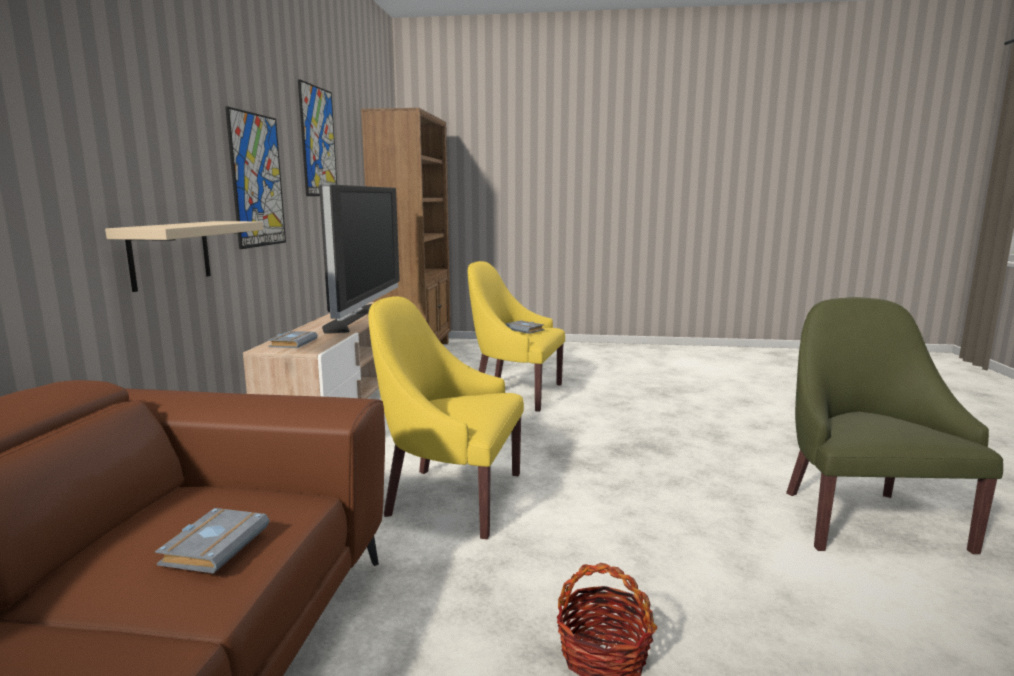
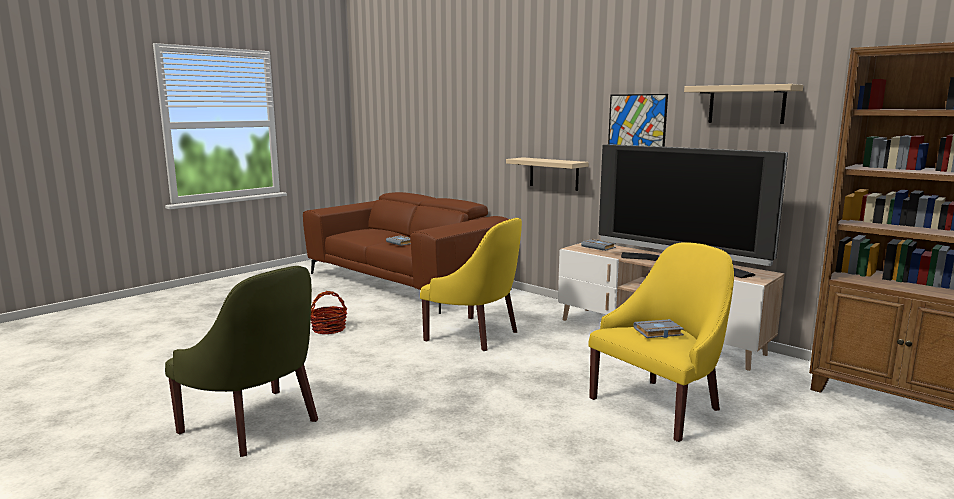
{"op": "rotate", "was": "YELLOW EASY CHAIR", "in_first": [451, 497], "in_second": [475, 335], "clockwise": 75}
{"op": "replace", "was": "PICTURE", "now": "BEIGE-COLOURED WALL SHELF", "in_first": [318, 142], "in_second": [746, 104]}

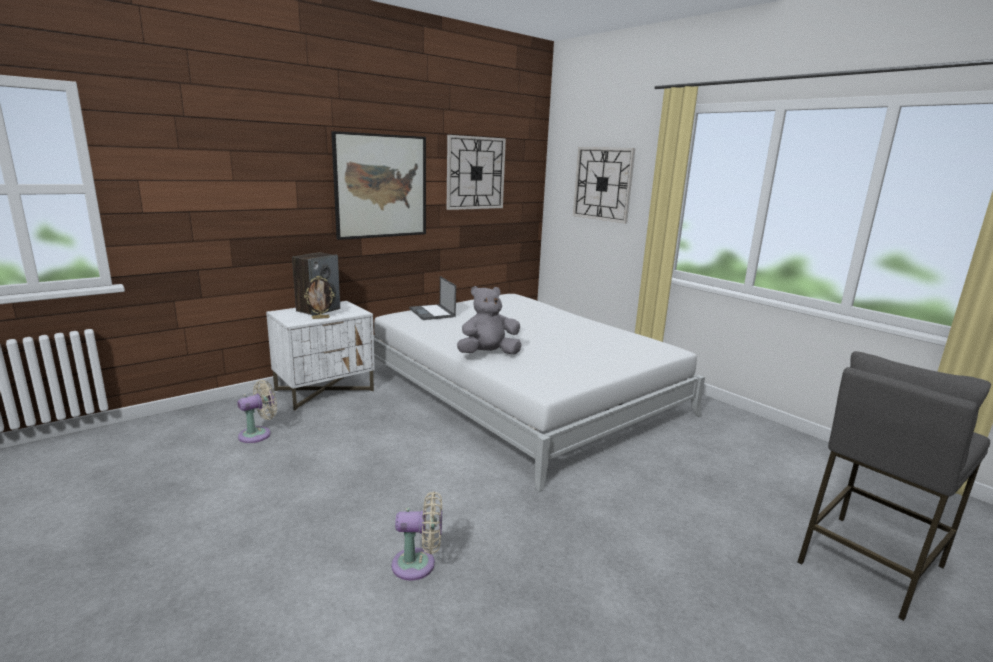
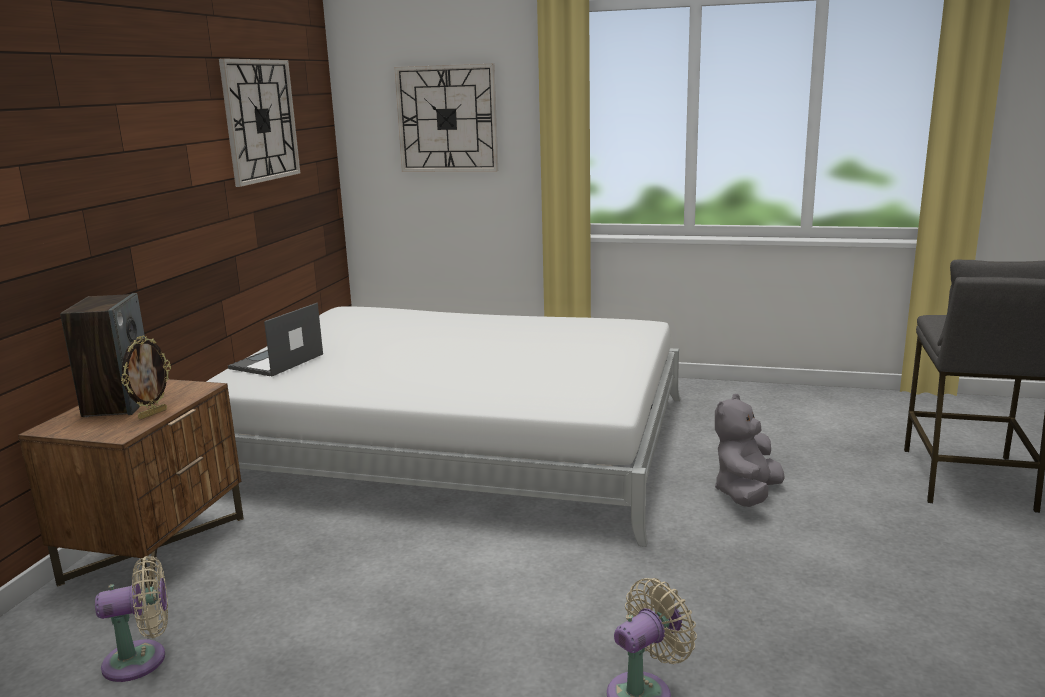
{"op": "recolor", "was": "WHITE NIGHTSTAND", "now": "BROWN NIGHTSTAND", "in_first": [325, 391], "in_second": [156, 549]}
{"op": "rotate", "was": "BEIGE-COLOURED ELECTRIC FAN", "in_first": [258, 434], "in_second": [141, 660], "clockwise": 60}
{"op": "rotate", "was": "NOTEBOOK COMPUTER", "in_first": [432, 313], "in_second": [276, 362], "clockwise": 90}
{"op": "move", "was": "GREYISH PLUSH TOY", "in_first": [488, 354], "in_second": [746, 495]}
{"op": "delete", "was": "PICTURE", "in_first": [381, 186]}

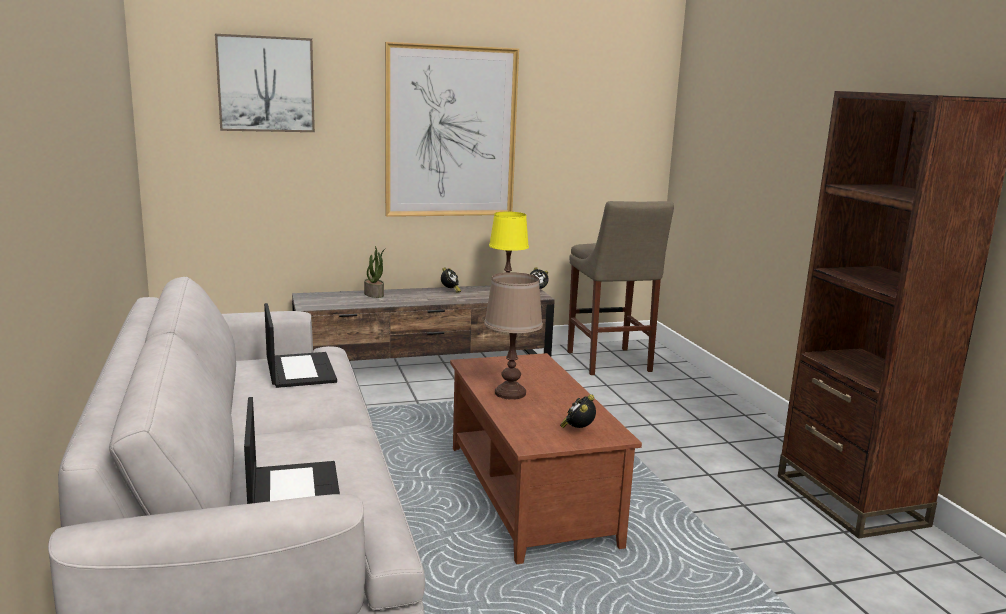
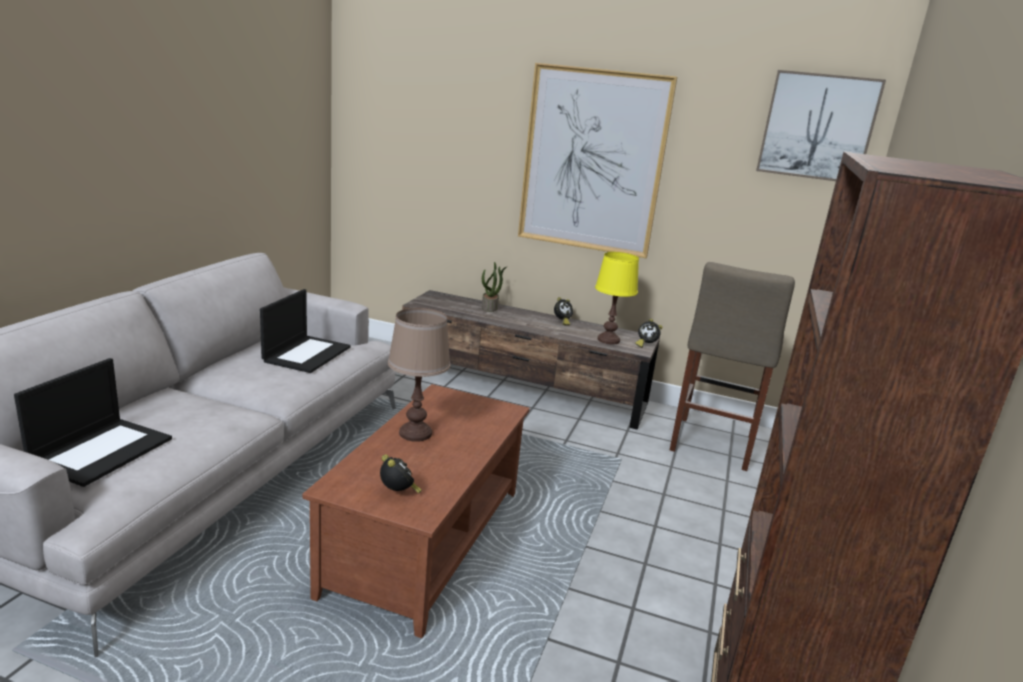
{"op": "rotate", "was": "ALARM CLOCK", "in_first": [578, 430], "in_second": [398, 493], "clockwise": 90}
{"op": "move", "was": "PICTURE", "in_first": [266, 84], "in_second": [817, 127]}

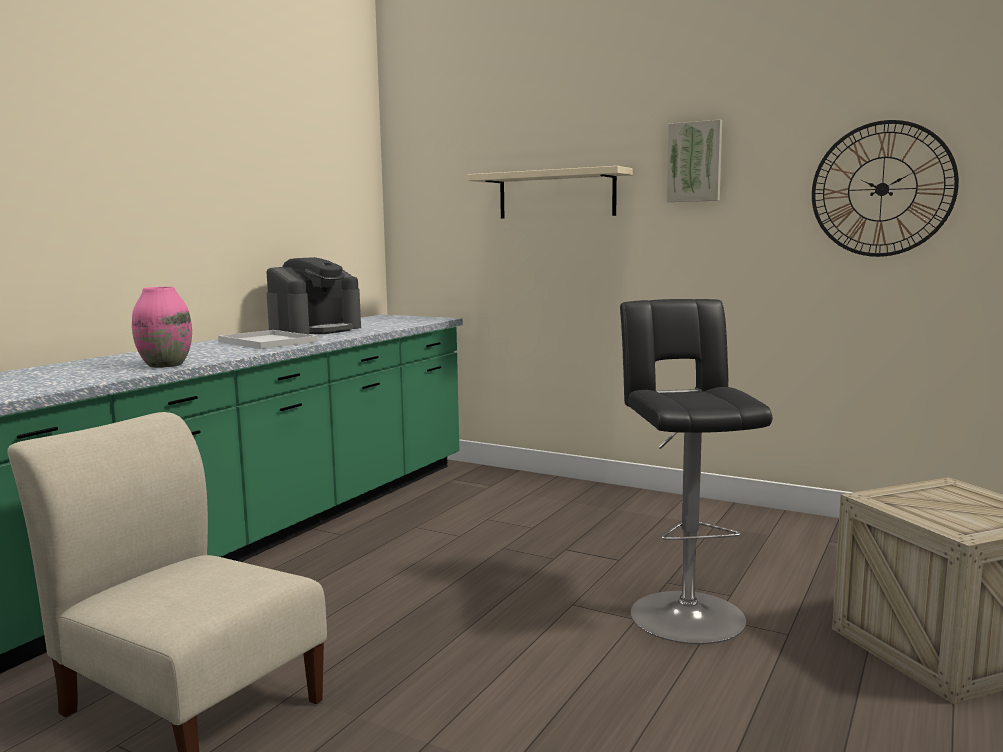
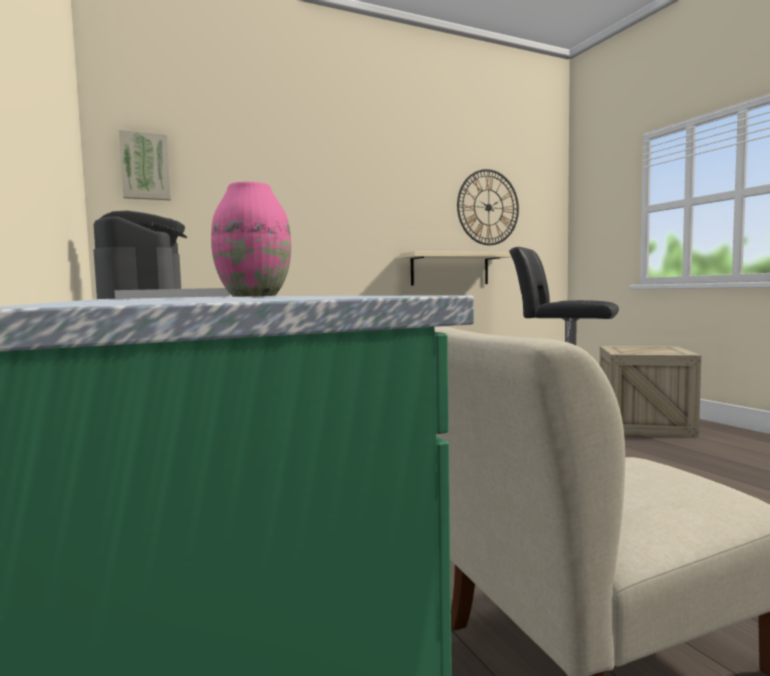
{"op": "move", "was": "PICTURE", "in_first": [695, 162], "in_second": [145, 166]}
{"op": "move", "was": "BEIGE-COLOURED WALL SHELF", "in_first": [556, 194], "in_second": [450, 269]}

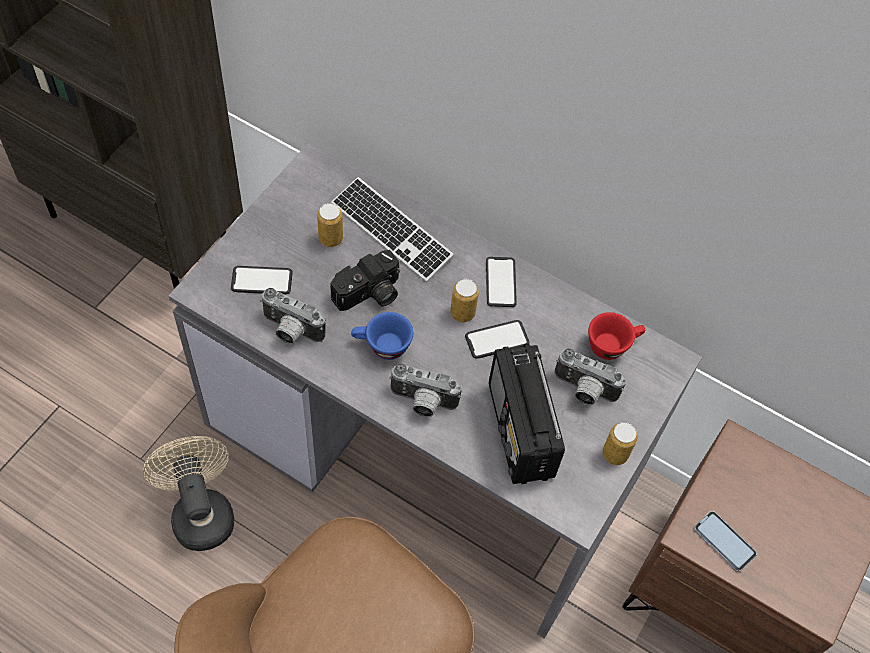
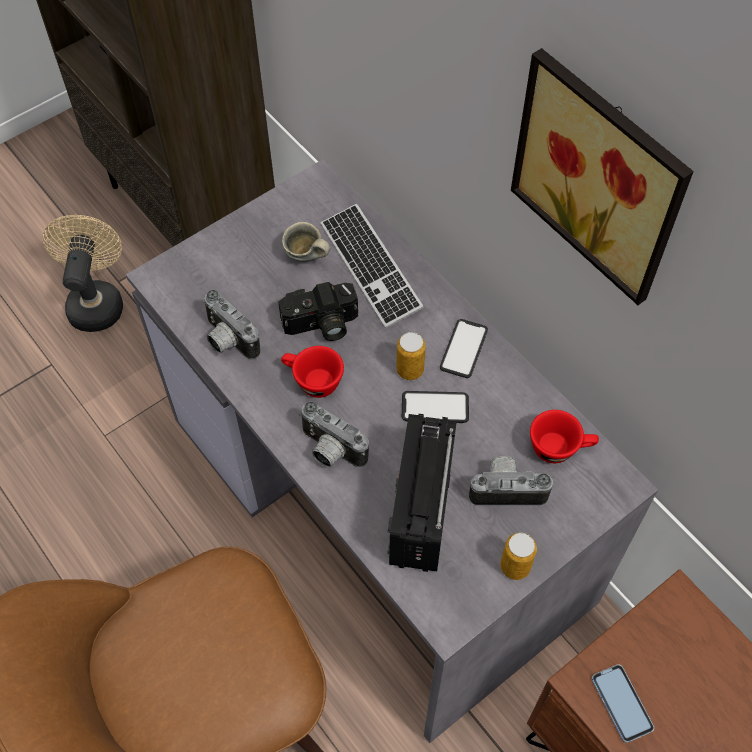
{"op": "move", "was": "BEIGE-COLOURED ELECTRIC FAN", "in_first": [200, 512], "in_second": [96, 301]}
{"op": "recolor", "was": "BLUISH DRINKING CUP", "now": "RED-COLOURED DRINKING CUP", "in_first": [381, 346], "in_second": [312, 381]}
{"op": "replace", "was": "SEALED CAN", "now": "GREYISH TEA MUG", "in_first": [330, 238], "in_second": [306, 259]}
{"op": "rotate", "was": "STILL CAMERA", "in_first": [583, 391], "in_second": [507, 488], "clockwise": 135}
{"op": "insert", "now": "PICTURE", "in_second": [602, 174]}
{"op": "delete", "was": "HANDSET", "in_first": [262, 281]}

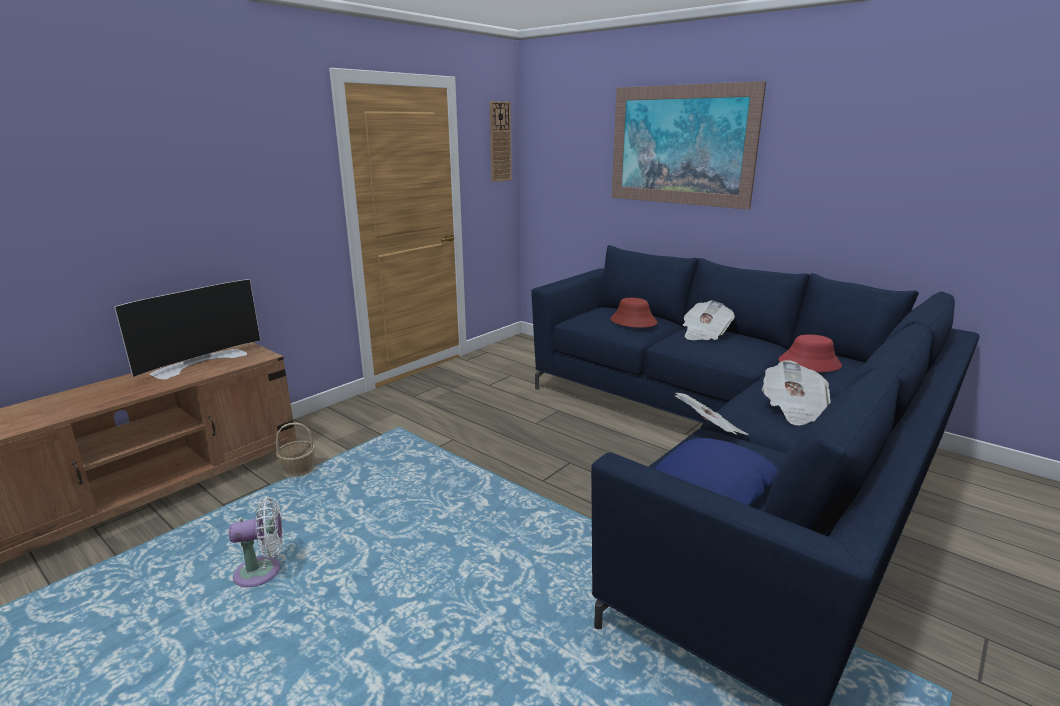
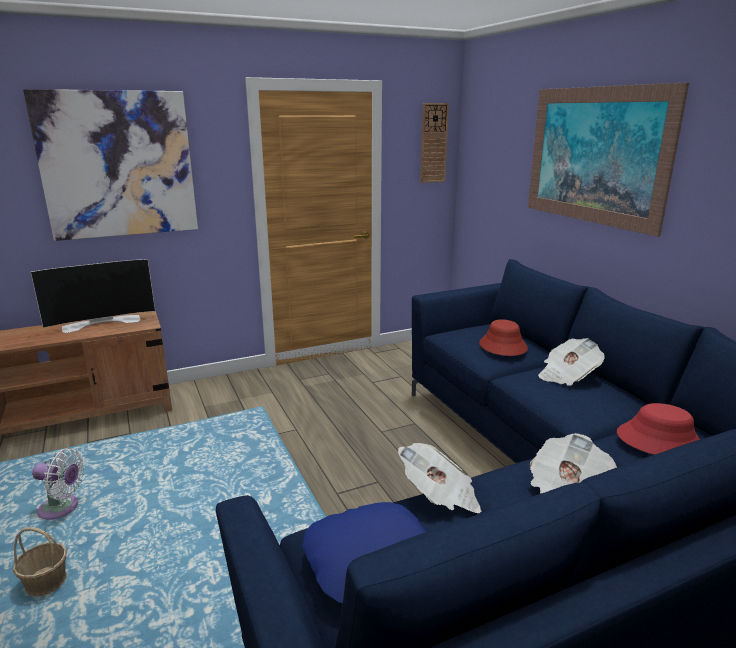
{"op": "move", "was": "STORAGE BASKET", "in_first": [298, 470], "in_second": [46, 582]}
{"op": "insert", "now": "PICTURE", "in_second": [118, 165]}

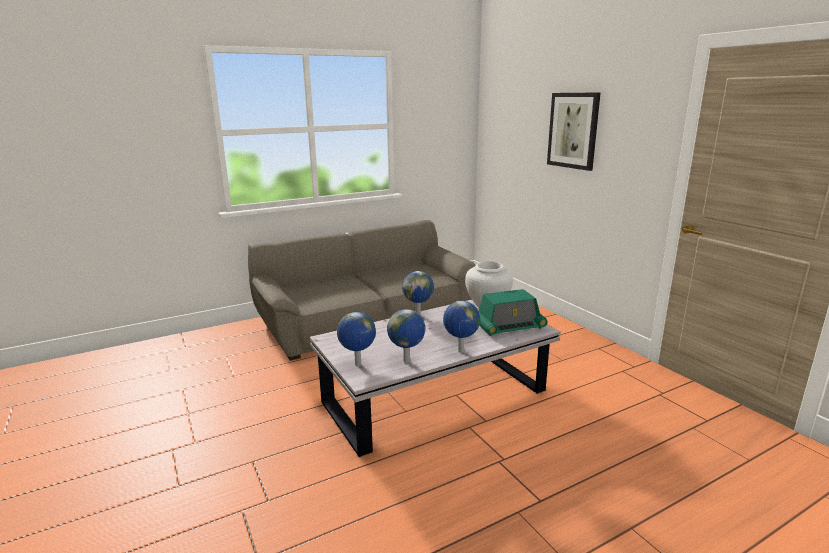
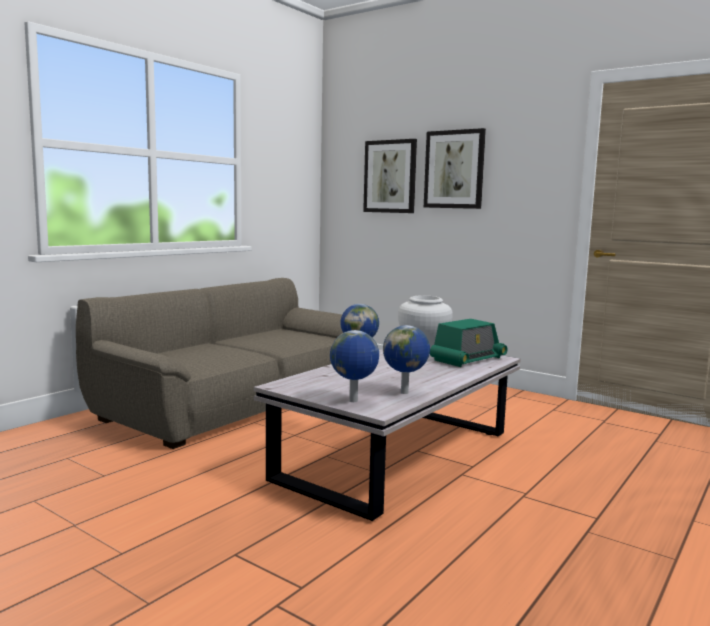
{"op": "insert", "now": "PICTURE", "in_second": [390, 176]}
{"op": "delete", "was": "DESK GLOBE", "in_first": [460, 351]}

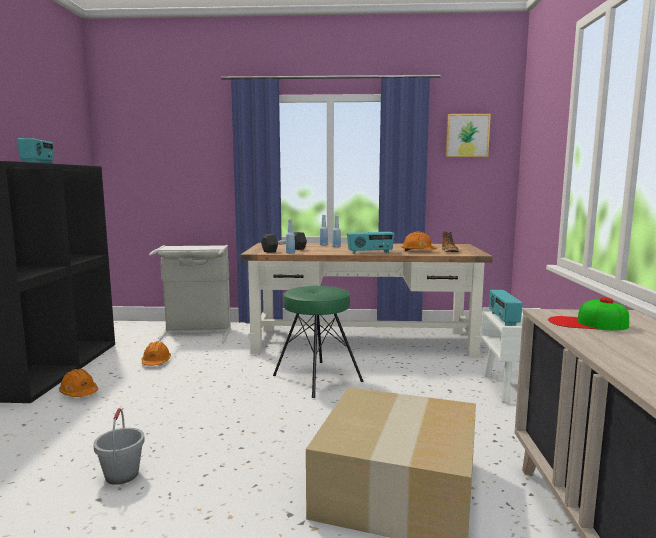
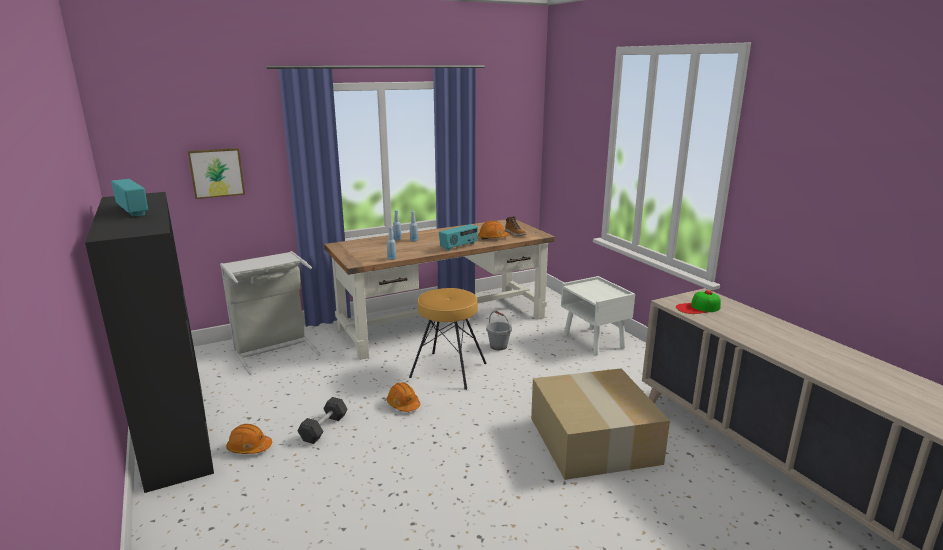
{"op": "move", "was": "PICTURE", "in_first": [467, 135], "in_second": [216, 172]}
{"op": "move", "was": "GREYISH HAND WEIGHT", "in_first": [284, 250], "in_second": [324, 428]}
{"op": "move", "was": "ORANGE-COLOURED HARD HAT", "in_first": [156, 362], "in_second": [403, 404]}
{"op": "recolor", "was": "GREEN-COLOURED STOOL SEAT", "now": "BROWN STOOL SEAT", "in_first": [317, 378], "in_second": [448, 370]}
{"op": "move", "was": "GREYISH WATER BUCKET", "in_first": [121, 475], "in_second": [498, 346]}
{"op": "delete", "was": "RADIO", "in_first": [503, 319]}

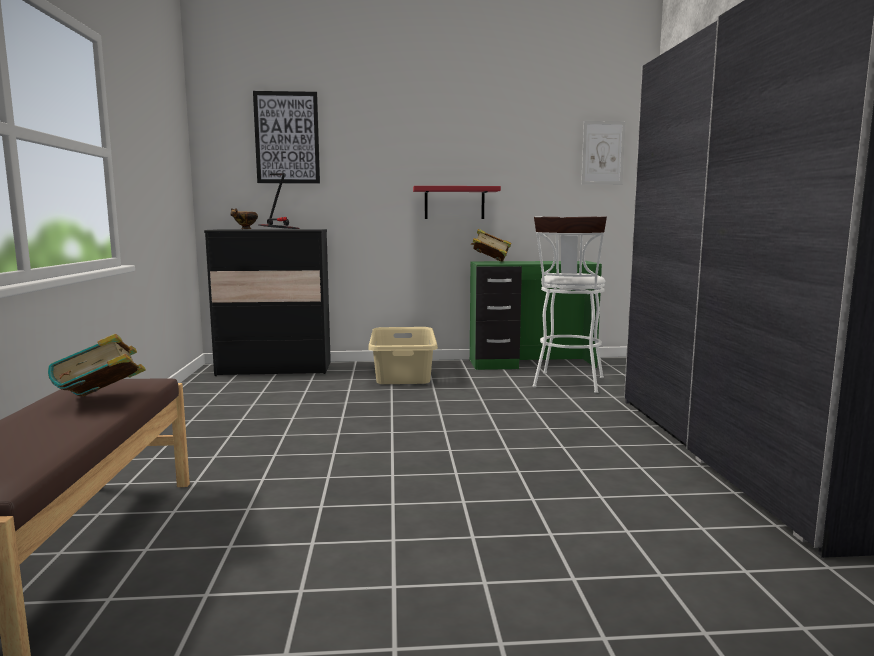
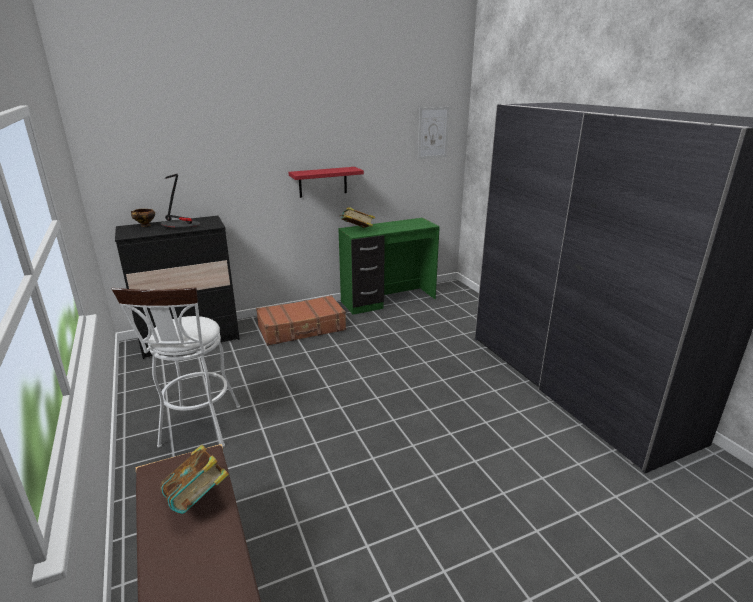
{"op": "move", "was": "WHITE STOOL SEAT", "in_first": [568, 384], "in_second": [198, 430]}
{"op": "replace", "was": "BEIGE-COLOURED LAUNDRY BASKET", "now": "BROWN SUITCASE", "in_first": [404, 374], "in_second": [302, 329]}
{"op": "delete", "was": "PICTURE", "in_first": [287, 138]}

